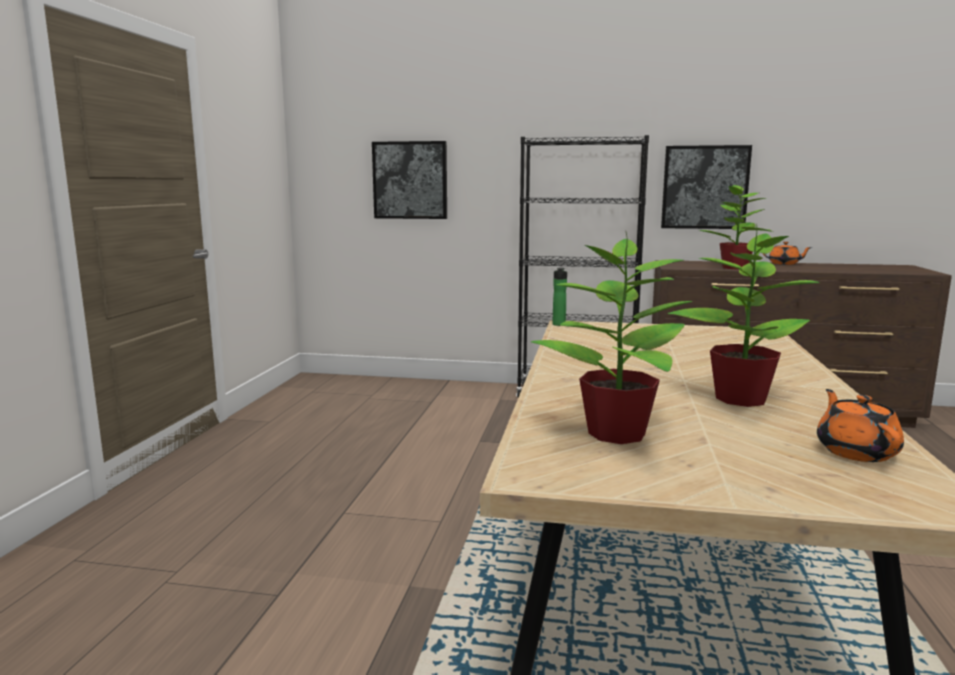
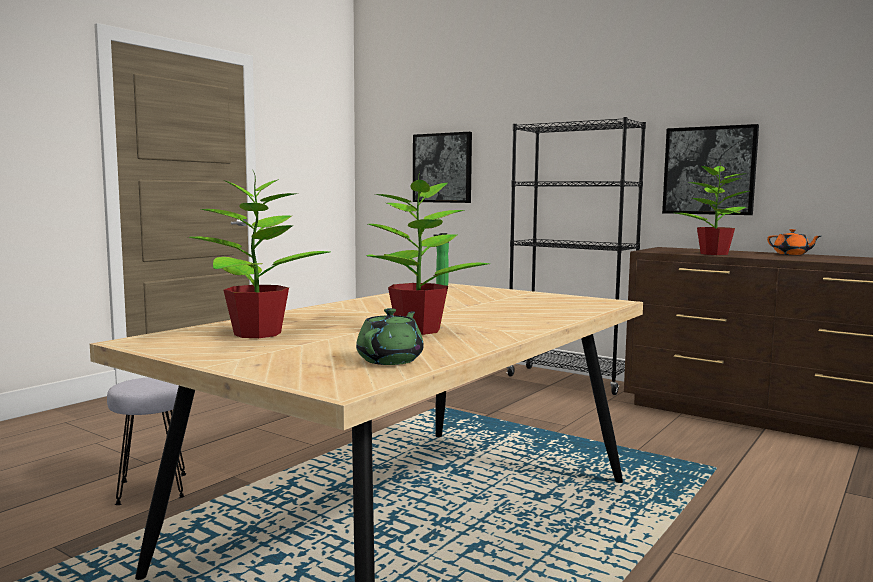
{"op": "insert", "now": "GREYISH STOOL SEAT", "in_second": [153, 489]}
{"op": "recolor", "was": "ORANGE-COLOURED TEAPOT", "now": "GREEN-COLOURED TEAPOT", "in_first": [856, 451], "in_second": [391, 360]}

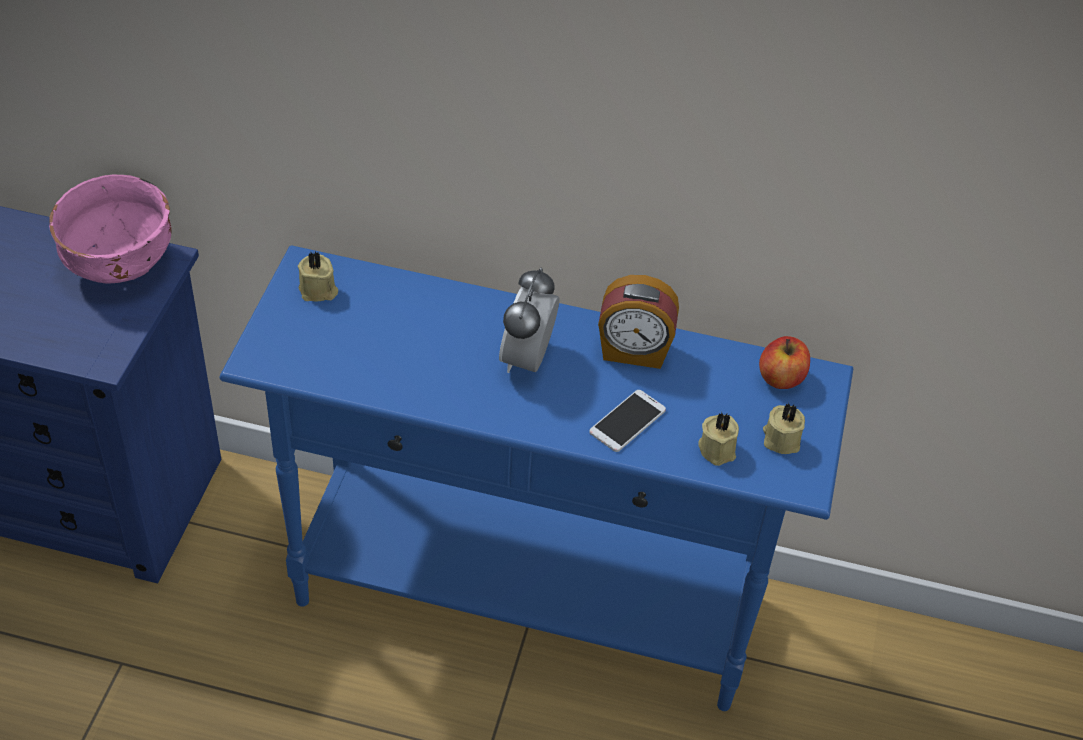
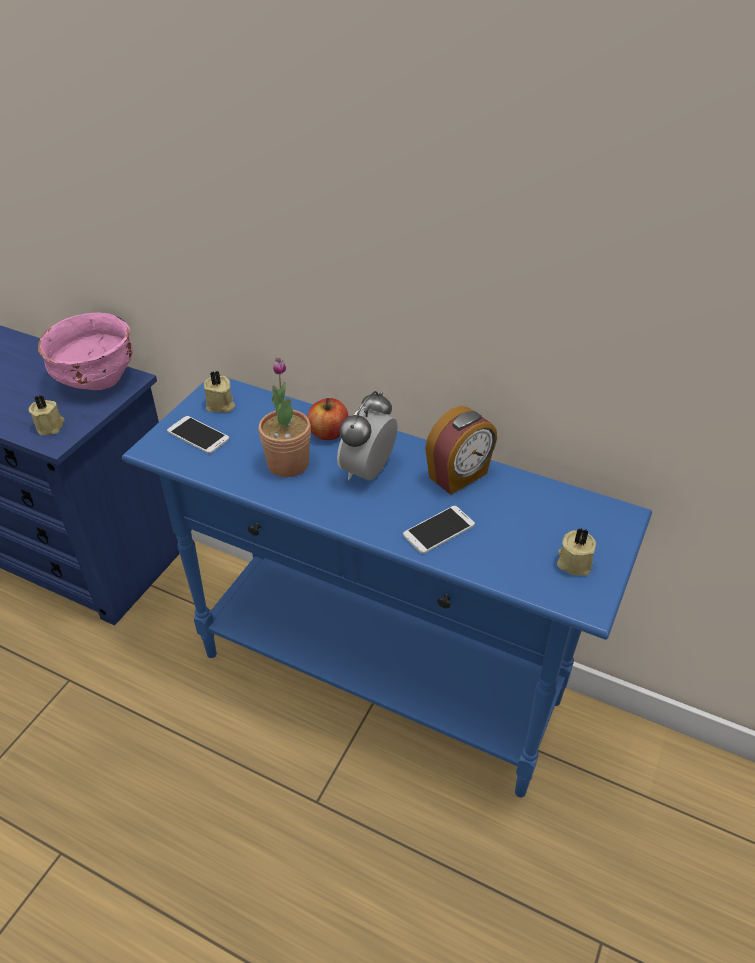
{"op": "move", "was": "BEIGE-COLOURED WAX LIGHT", "in_first": [718, 448], "in_second": [51, 426]}
{"op": "insert", "now": "HANDSET", "in_second": [198, 435]}
{"op": "insert", "now": "PLANT IN A POT", "in_second": [288, 464]}
{"op": "move", "was": "APPLE", "in_first": [781, 378], "in_second": [328, 433]}
{"op": "rotate", "was": "ALARM CLOCK", "in_first": [634, 352], "in_second": [459, 476], "clockwise": -60}

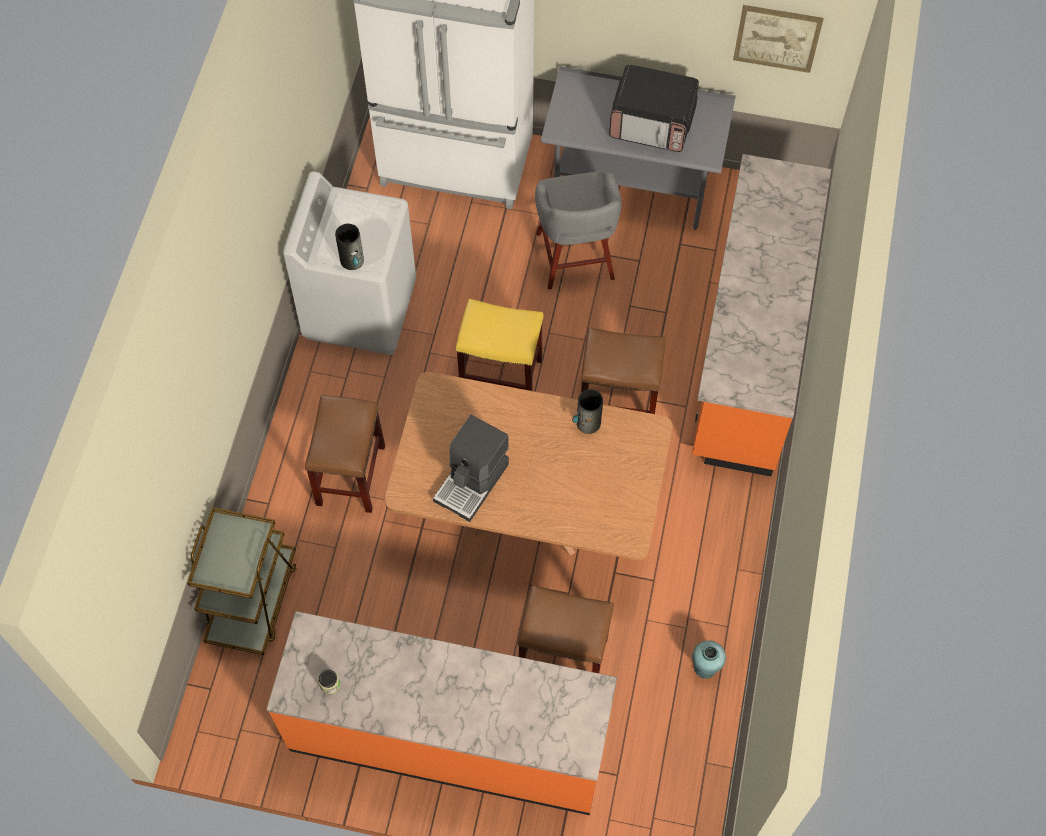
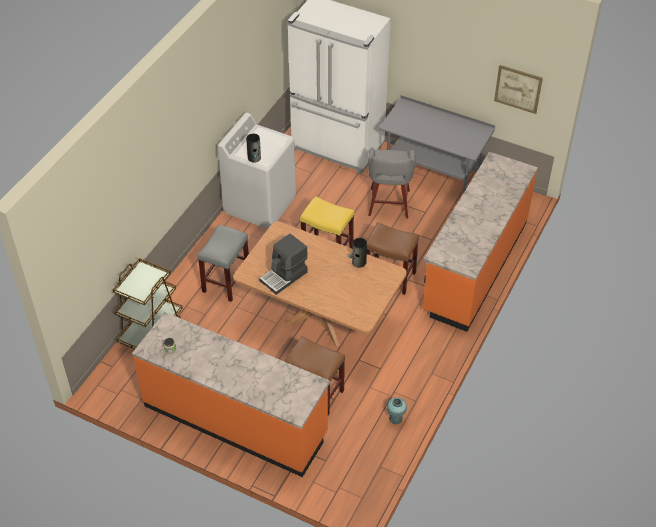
{"op": "recolor", "was": "BROWN STOOL SEAT", "now": "GREYISH STOOL SEAT", "in_first": [350, 474], "in_second": [226, 281]}
{"op": "delete", "was": "KITCHEN MICROWAVE", "in_first": [652, 123]}

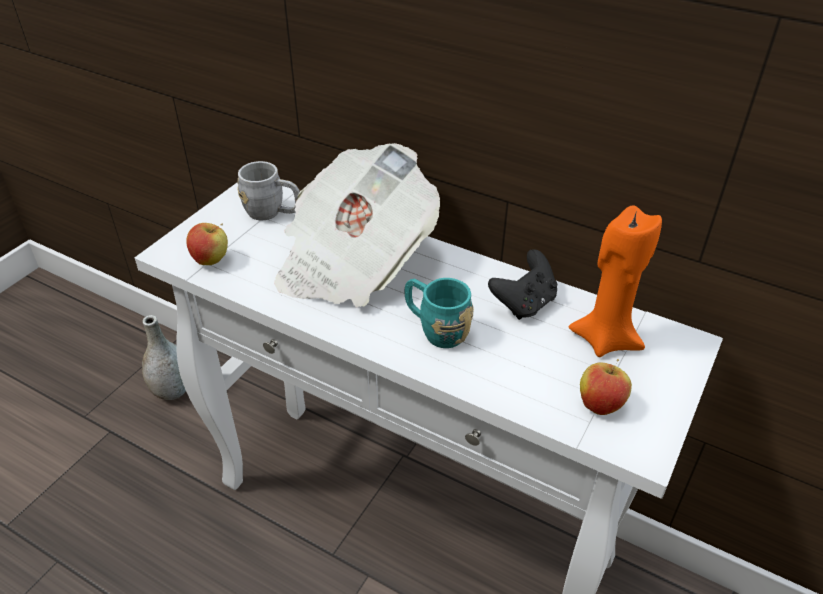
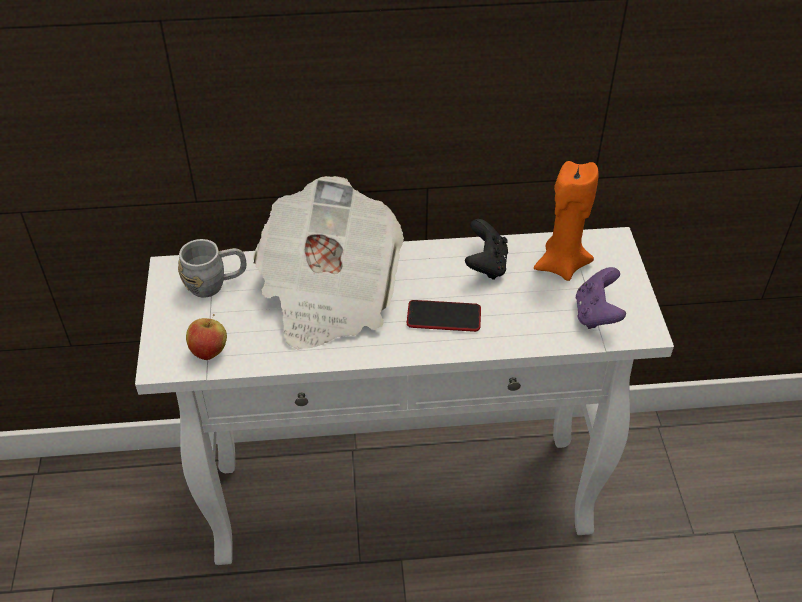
{"op": "replace", "was": "BLUE-GREEN TEA MUG", "now": "HANDSET", "in_first": [435, 329], "in_second": [443, 317]}
{"op": "replace", "was": "APPLE", "now": "PURPLE-COLOURED JOYPAD", "in_first": [600, 405], "in_second": [596, 314]}
{"op": "delete", "was": "GREYISH FLOWER VASE", "in_first": [173, 391]}

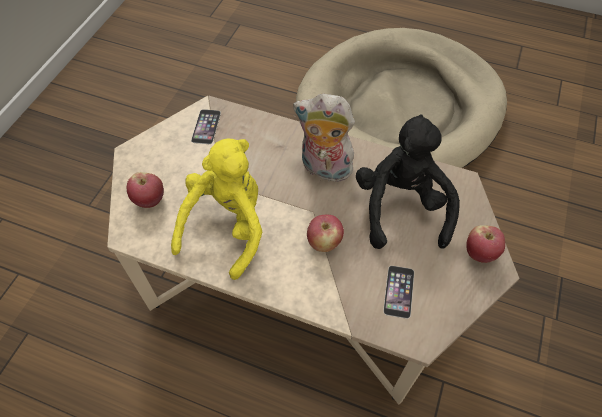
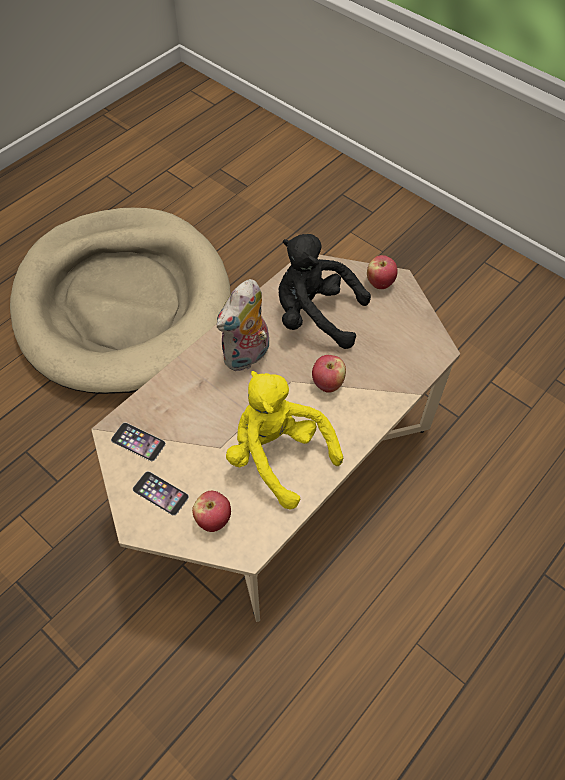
{"op": "move", "was": "HANDSET", "in_first": [399, 291], "in_second": [160, 493]}

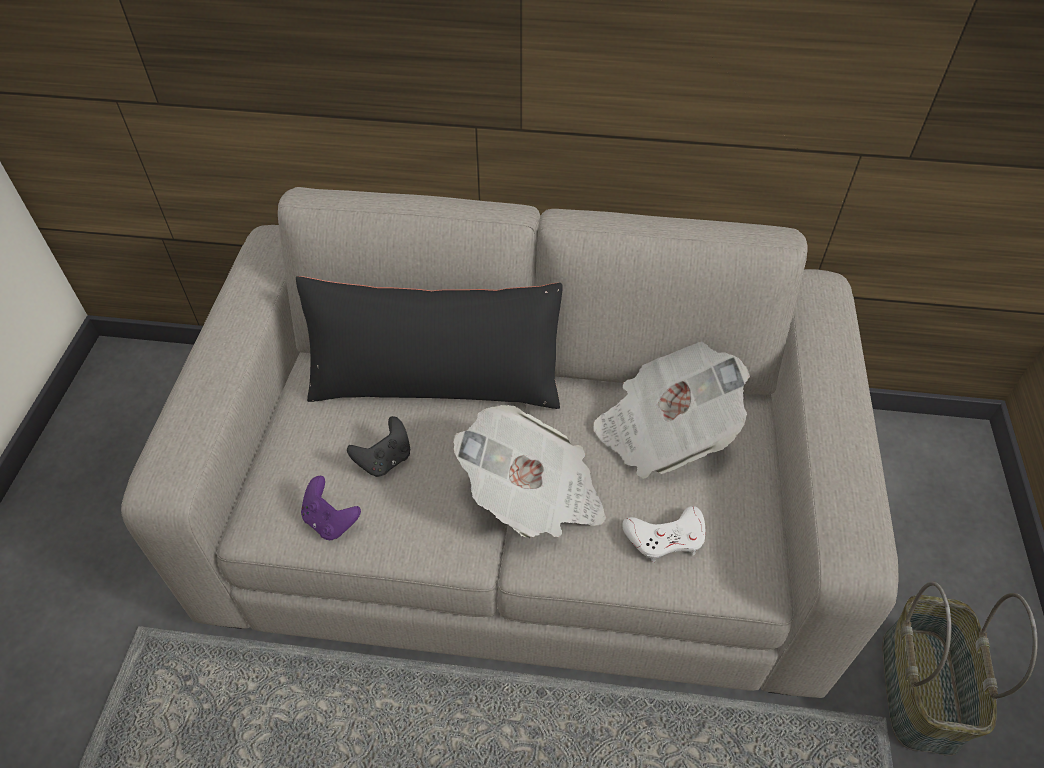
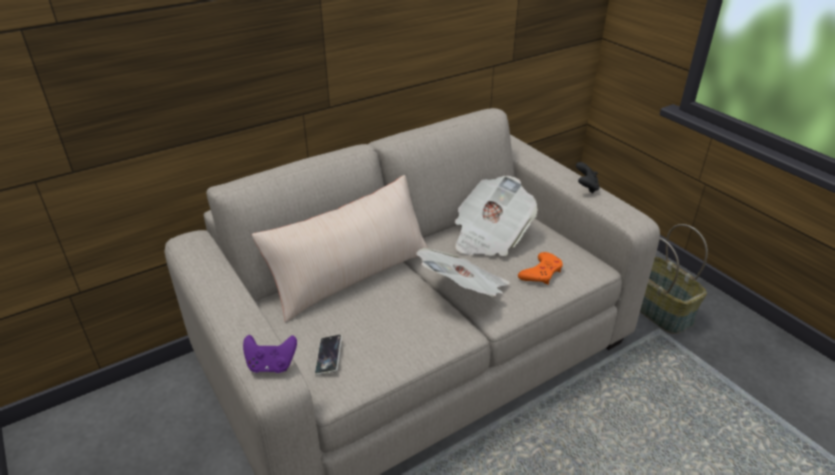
{"op": "move", "was": "PURPLE-COLOURED JOYPAD", "in_first": [331, 521], "in_second": [271, 365]}
{"op": "recolor", "was": "BLACK-COLOURED PILLOW", "now": "BEIGE-COLOURED PILLOW", "in_first": [435, 381], "in_second": [351, 275]}
{"op": "insert", "now": "HANDSET", "in_second": [328, 357]}
{"op": "recolor", "was": "WHITE JOYPAD", "now": "ORANGE-COLOURED JOYPAD", "in_first": [666, 537], "in_second": [541, 273]}
{"op": "move", "was": "BLACK-COLOURED JOYPAD", "in_first": [385, 460], "in_second": [586, 187]}

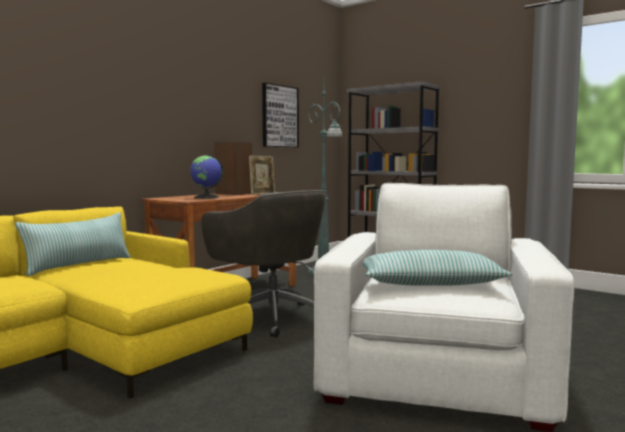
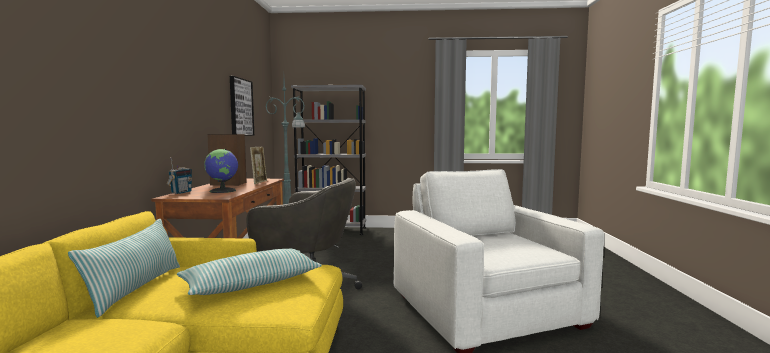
{"op": "insert", "now": "RADIO", "in_second": [181, 192]}
{"op": "move", "was": "PILLOW", "in_first": [430, 283], "in_second": [252, 283]}

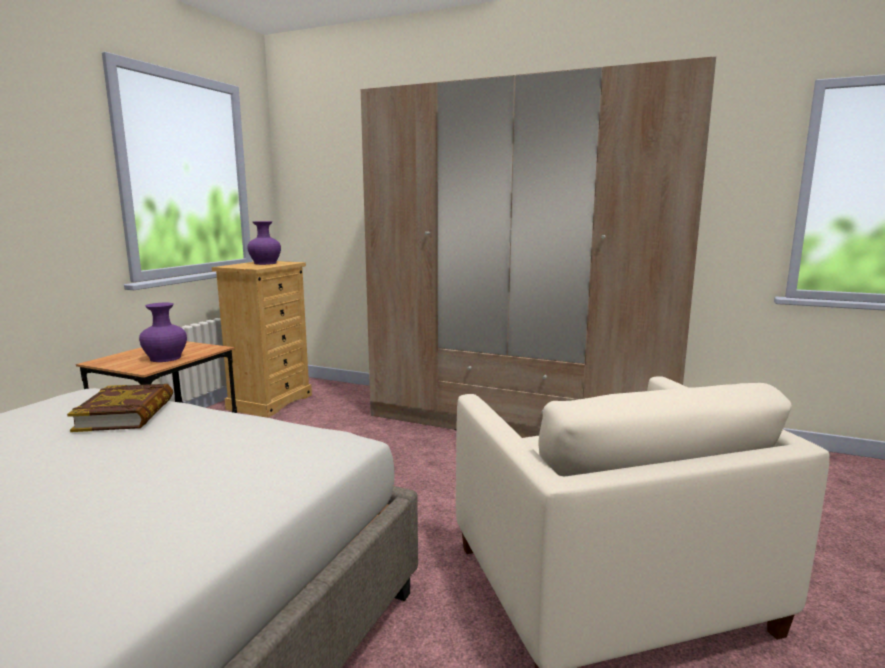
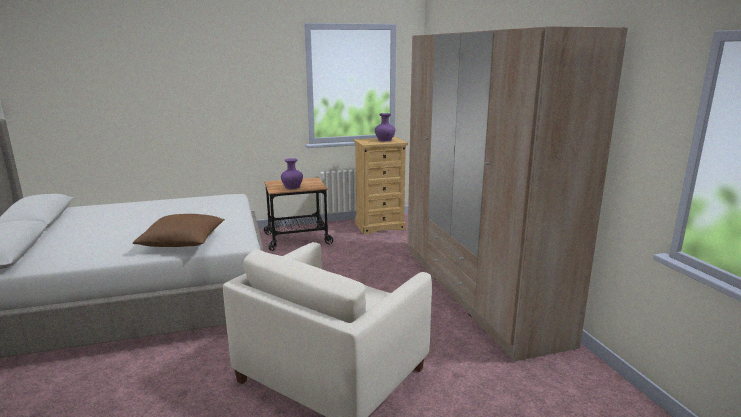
{"op": "insert", "now": "BROWN PILLOW", "in_second": [183, 242]}
{"op": "delete", "was": "BOOK", "in_first": [126, 414]}

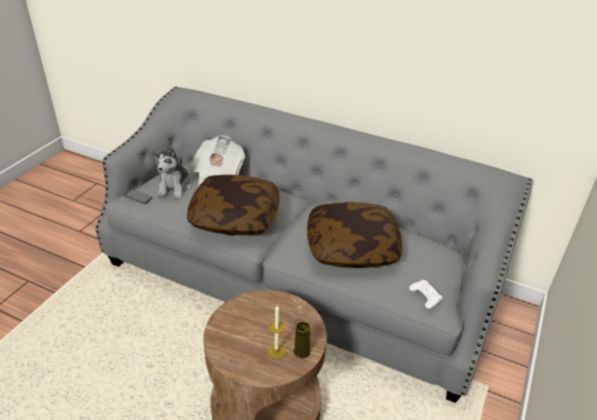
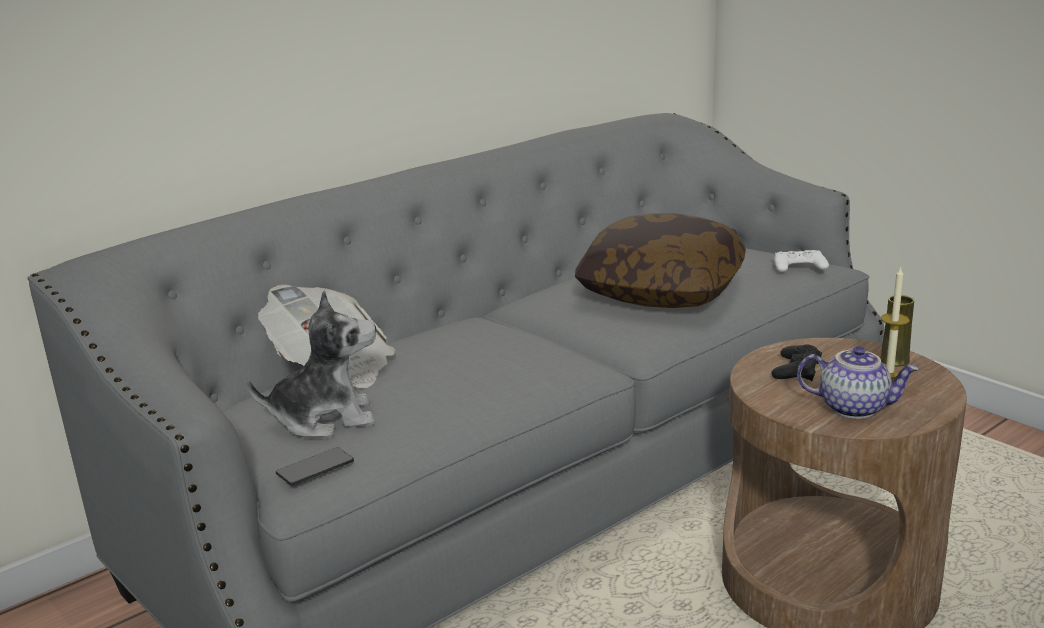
{"op": "rotate", "was": "PLUSH TOY", "in_first": [175, 187], "in_second": [324, 419], "clockwise": -45}
{"op": "insert", "now": "BLACK-COLOURED JOYPAD", "in_second": [796, 370]}
{"op": "insert", "now": "TEAPOT", "in_second": [854, 407]}
{"op": "delete", "was": "PILLOW", "in_first": [235, 217]}

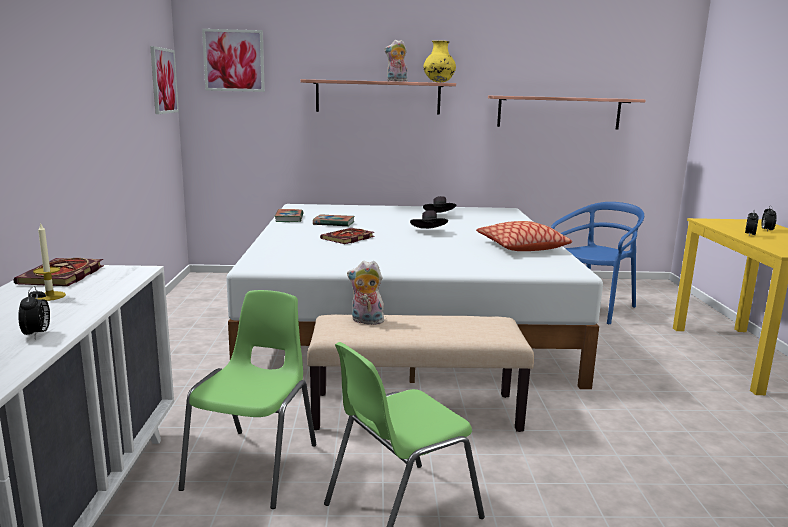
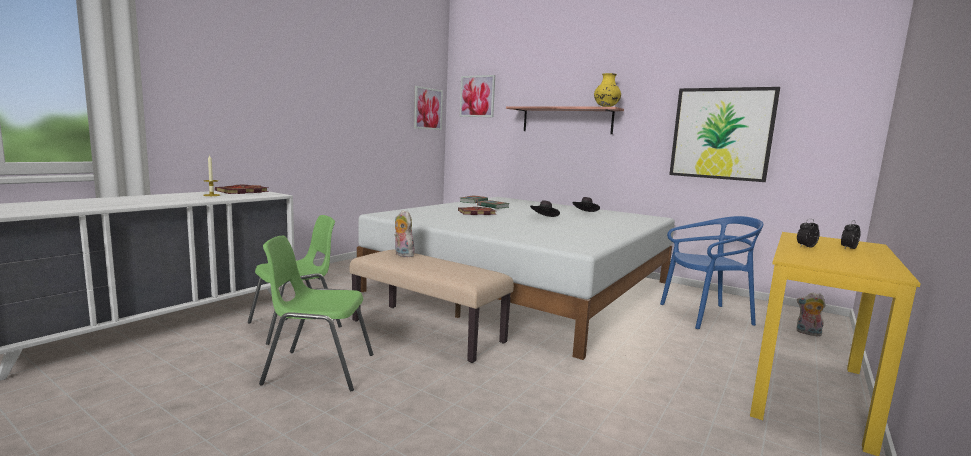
{"op": "replace", "was": "WALL SHELF", "now": "PICTURE", "in_first": [559, 112], "in_second": [721, 134]}
{"op": "move", "was": "PLUSH TOY", "in_first": [396, 81], "in_second": [807, 333]}
{"op": "delete", "was": "ALARM CLOCK", "in_first": [37, 334]}
{"op": "delete", "was": "PILLOW", "in_first": [521, 247]}

